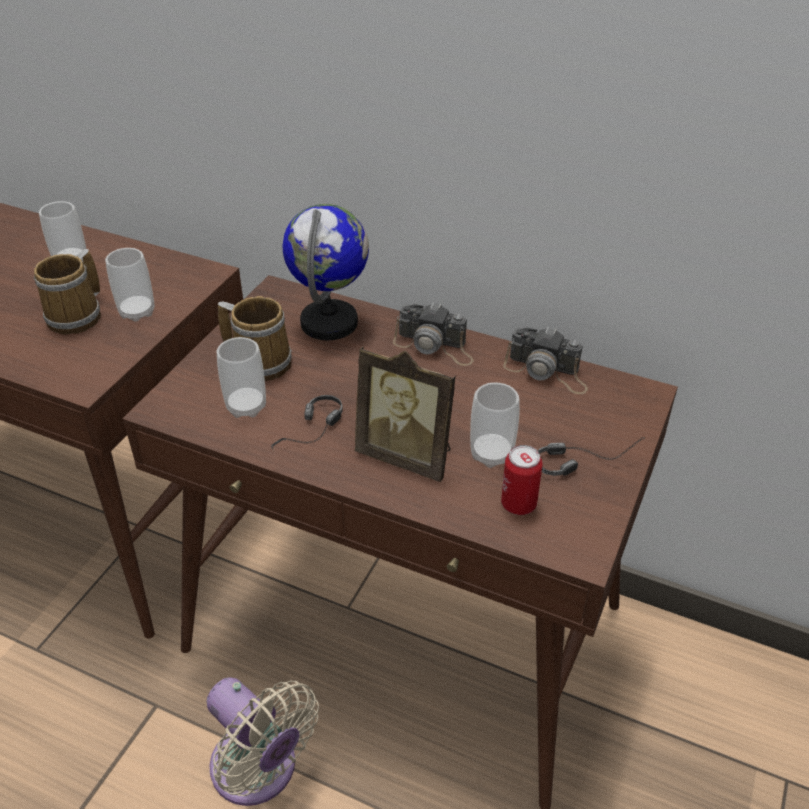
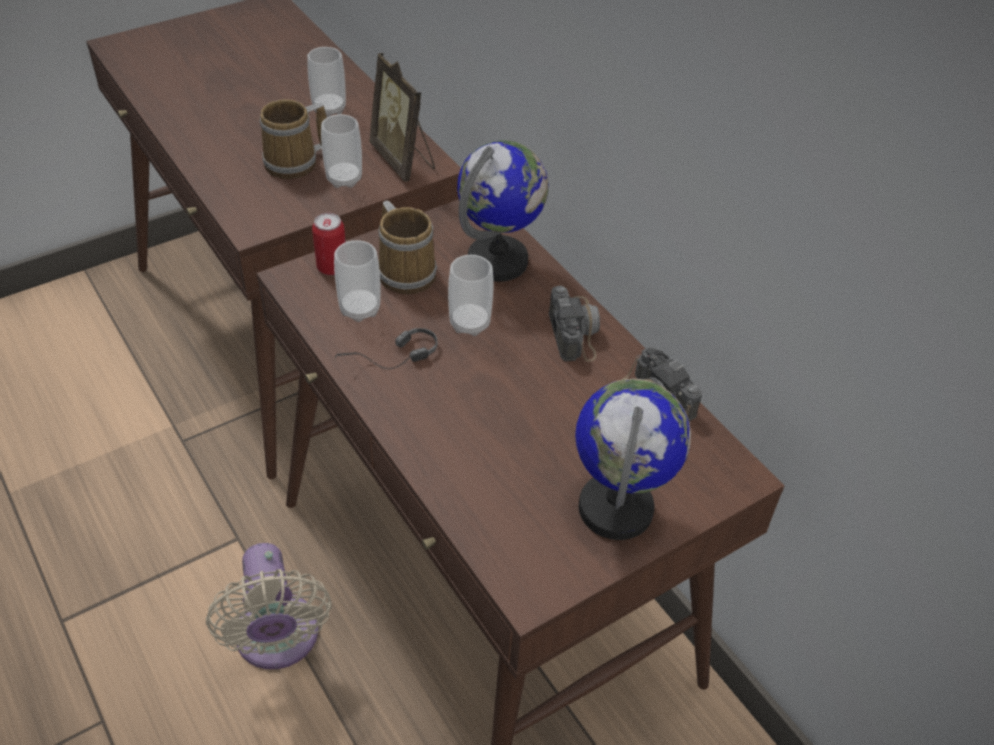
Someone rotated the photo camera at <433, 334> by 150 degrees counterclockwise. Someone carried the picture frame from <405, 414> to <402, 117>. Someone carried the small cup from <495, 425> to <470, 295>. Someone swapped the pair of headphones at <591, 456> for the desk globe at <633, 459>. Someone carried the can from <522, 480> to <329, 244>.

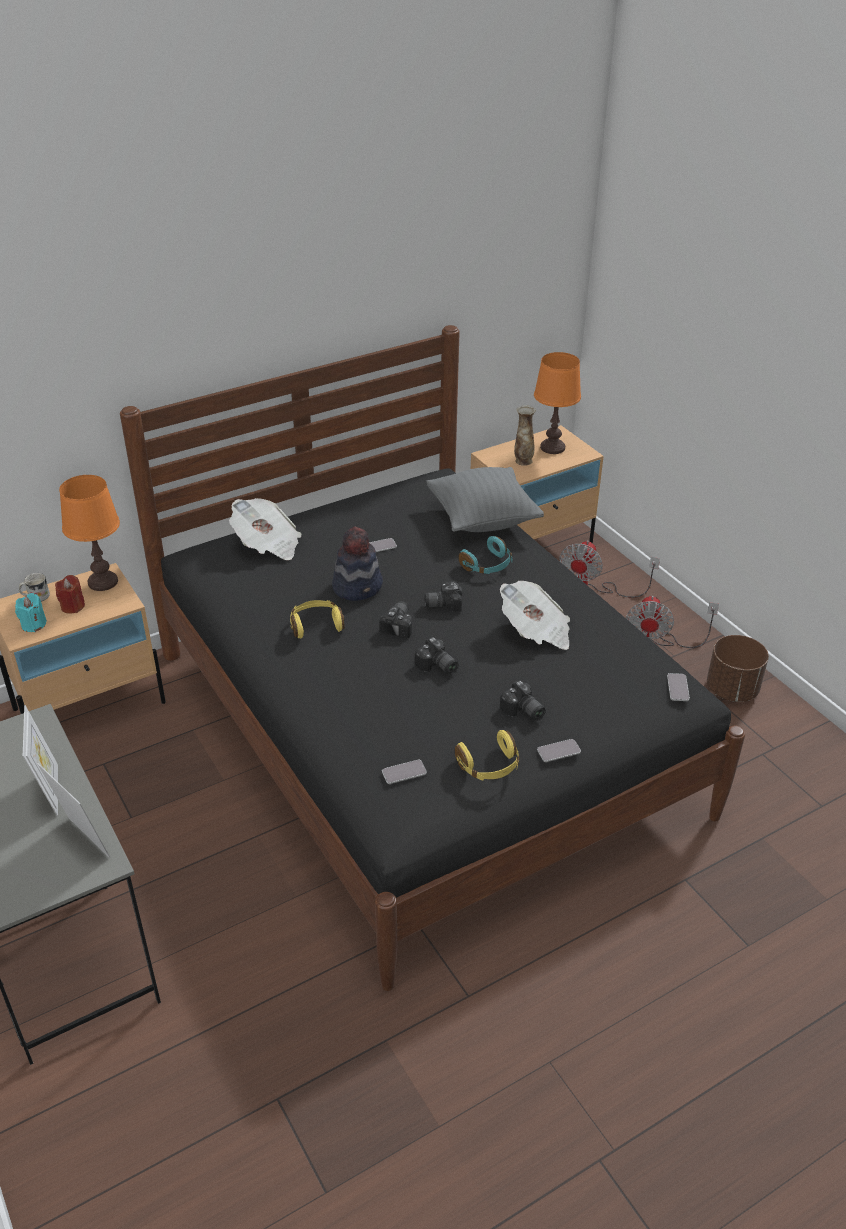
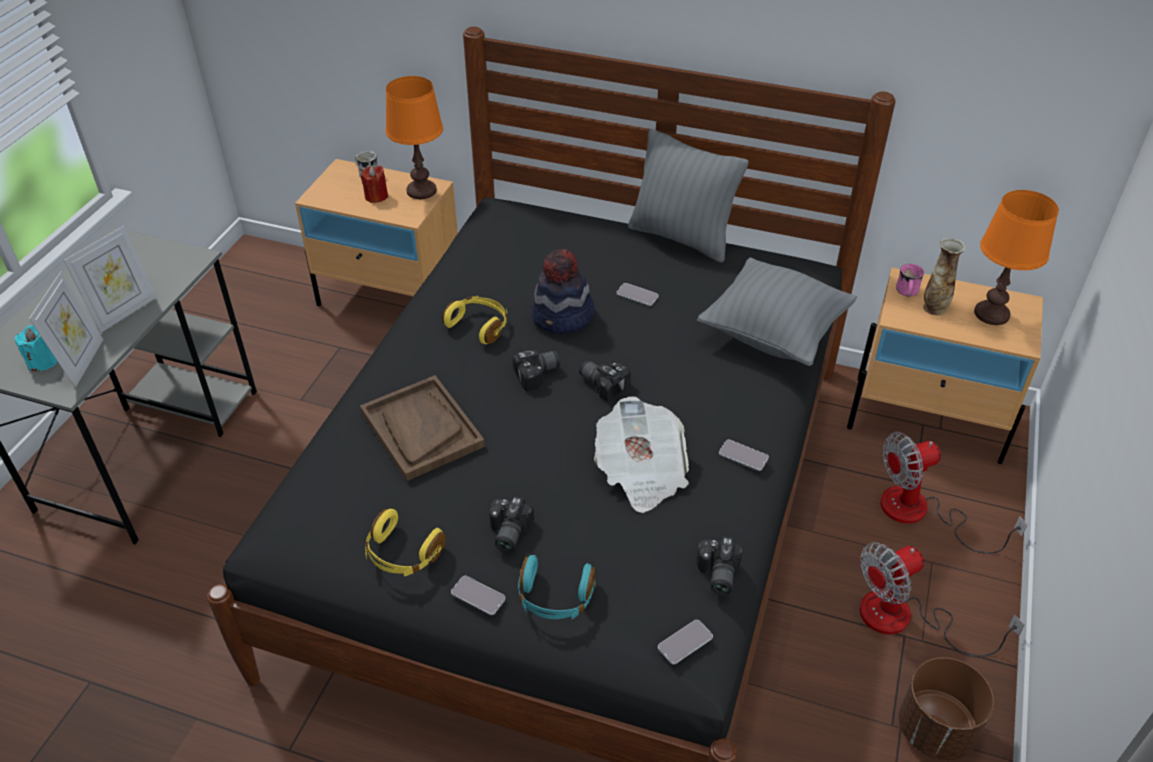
Someone took away the newspaper at <265, 529>. Someone carried the pair of headphones/turquoise-coloured from <485, 555> to <557, 587>. Someone carried the wax candle/turquoise-coloured from <31, 612> to <36, 348>. Someone carried the photo camera from <436, 655> to <720, 565>. Someone carried the handset from <404, 772> to <744, 455>. Someone put down the pillow/greyish at <688, 195>. Someone put down the coffee mug/pink-coloured at <910, 280>. Someone put down the carrying tray/brown-coloured at <422, 428>.

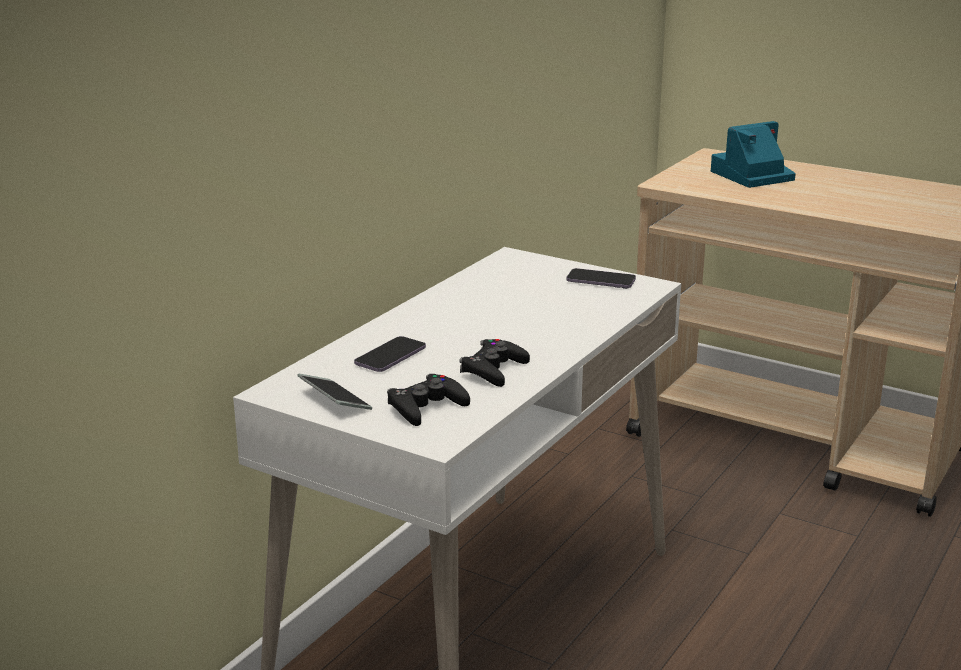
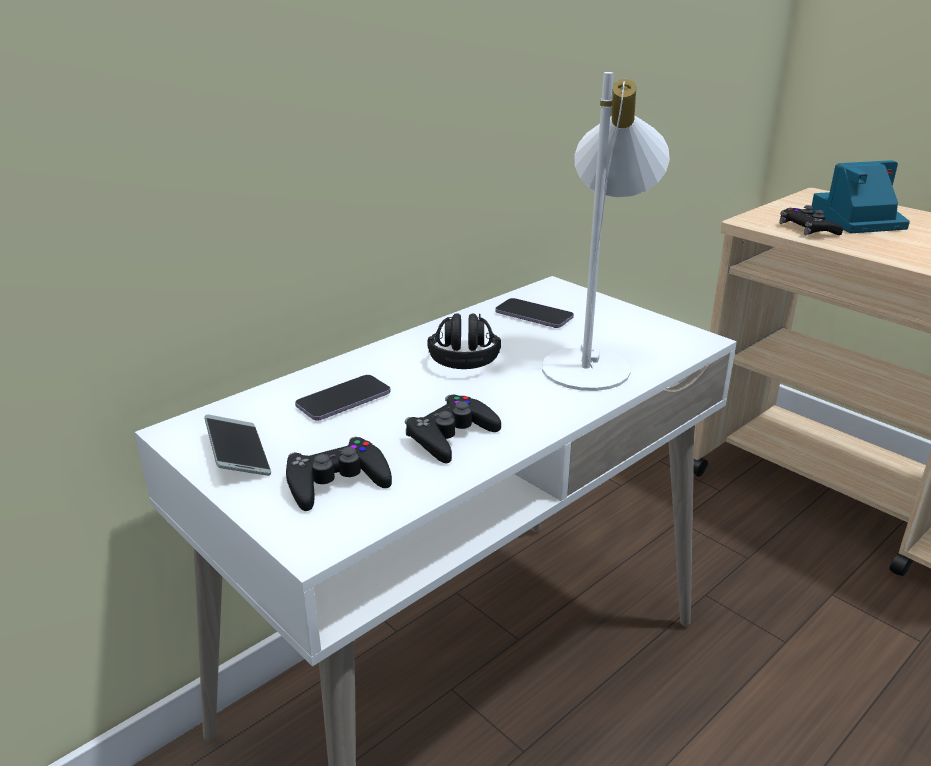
Someone carried the handset from <601, 278> to <534, 313>. Someone put down the table lamp/whitish at <606, 231>. Someone put down the gamepad/blackish at <811, 220>. Someone put down the pair of headphones/blackish at <464, 341>.

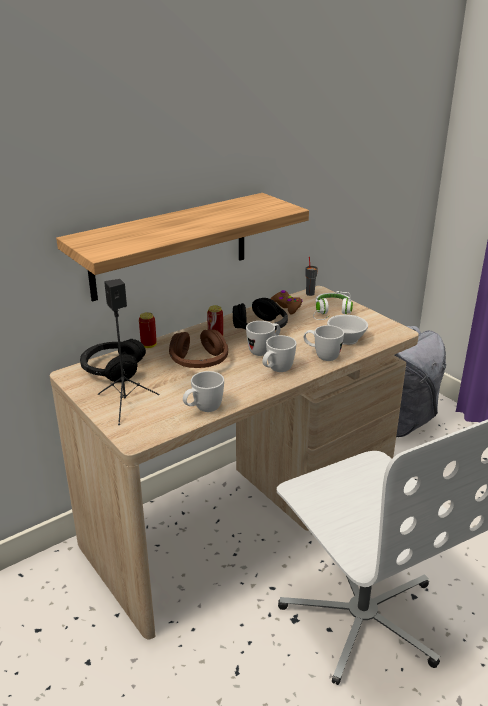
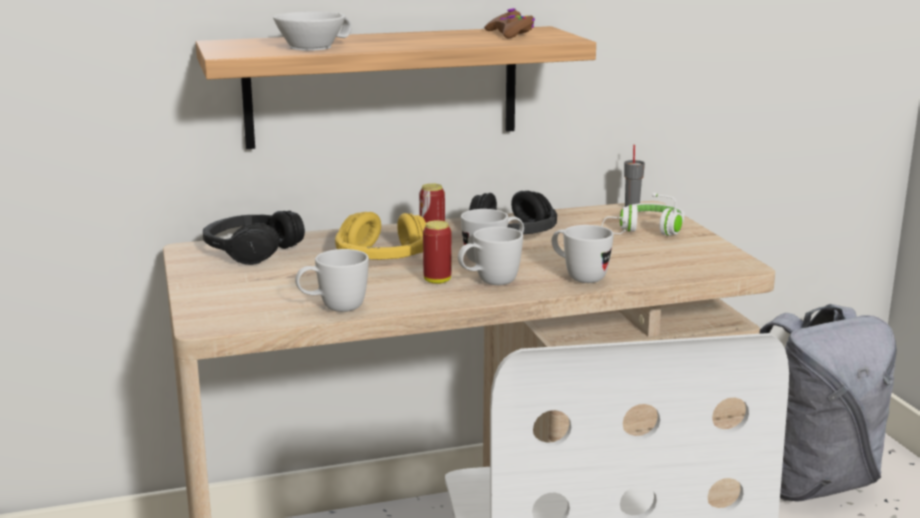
Someone took away the loudspeaker/blackish at <128, 352>. Someone carried the gamepad/brown-coloured from <286, 302> to <509, 23>. Someone carried the can from <148, 330> to <437, 252>. Someone carried the small cup/whitish from <347, 330> to <312, 31>. Someone repainted the pair of headphones/brown-coloured at <198, 348>, which became the pair of headphones/yellow-coloured at <380, 236>.

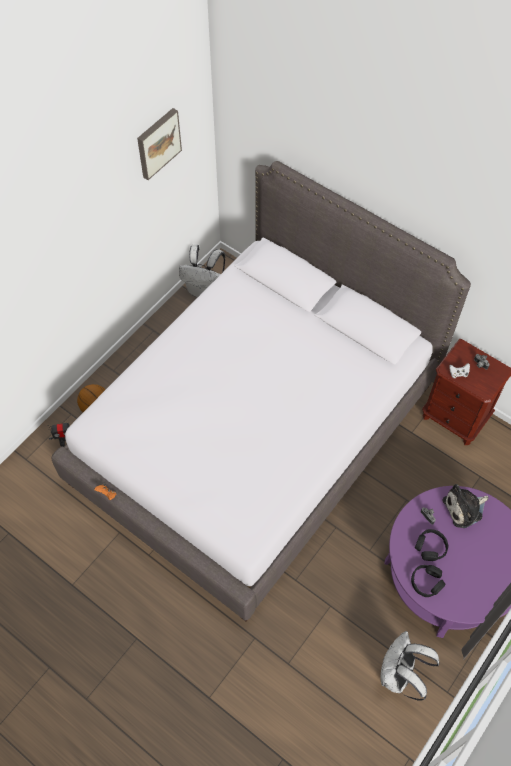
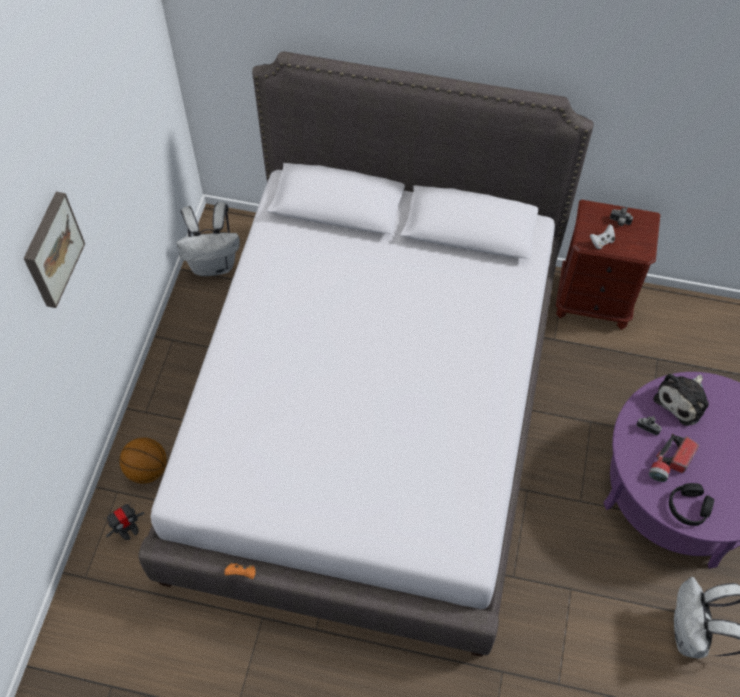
Someone carried the wall art from <159, 144> to <54, 250>. Someone swapped the pair of headphones/blackish at <431, 545> for the flashlight at <674, 457>.

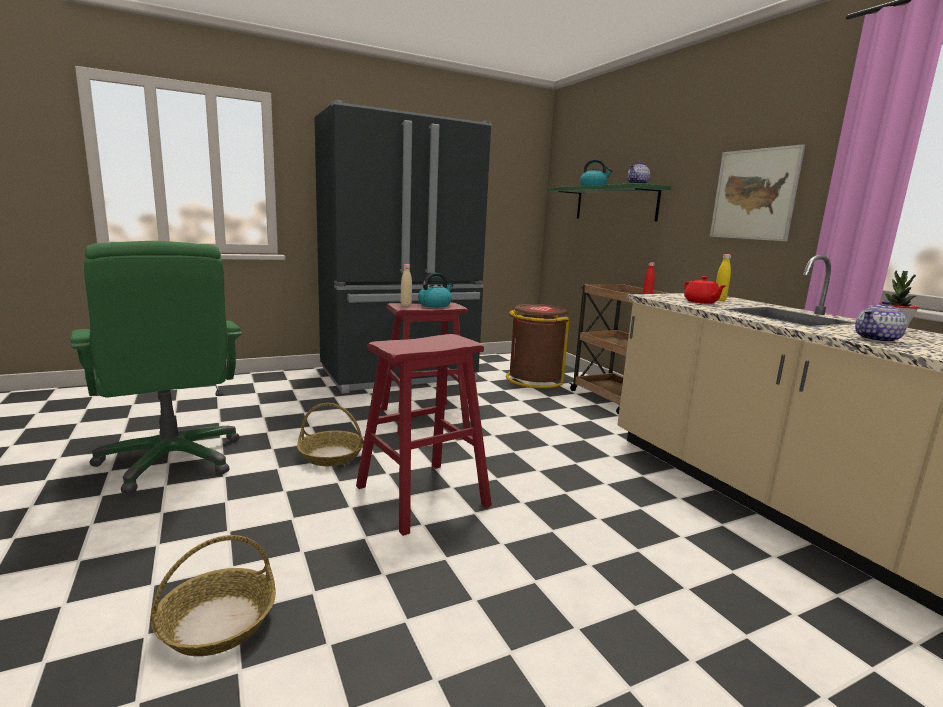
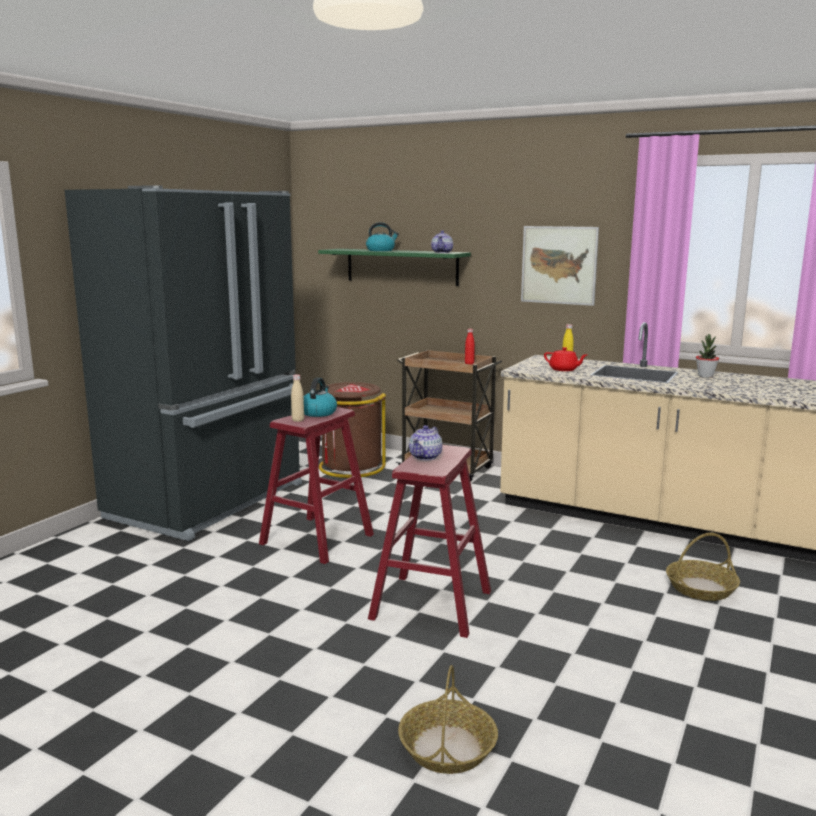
Someone took away the computer chair/greenish at <156, 367>. Someone carried the tea pot from <881, 321> to <425, 442>. Someone carried the household basket from <330, 434> to <703, 567>.

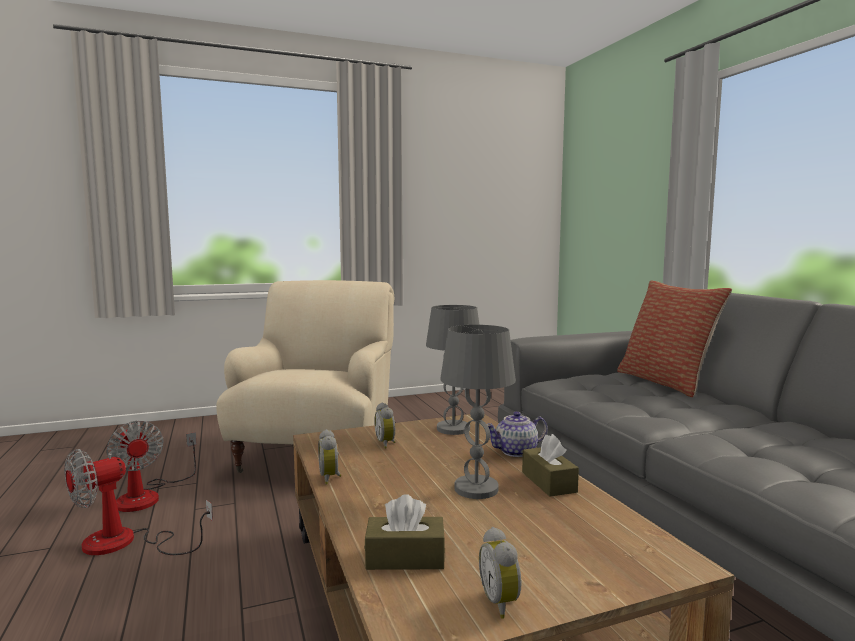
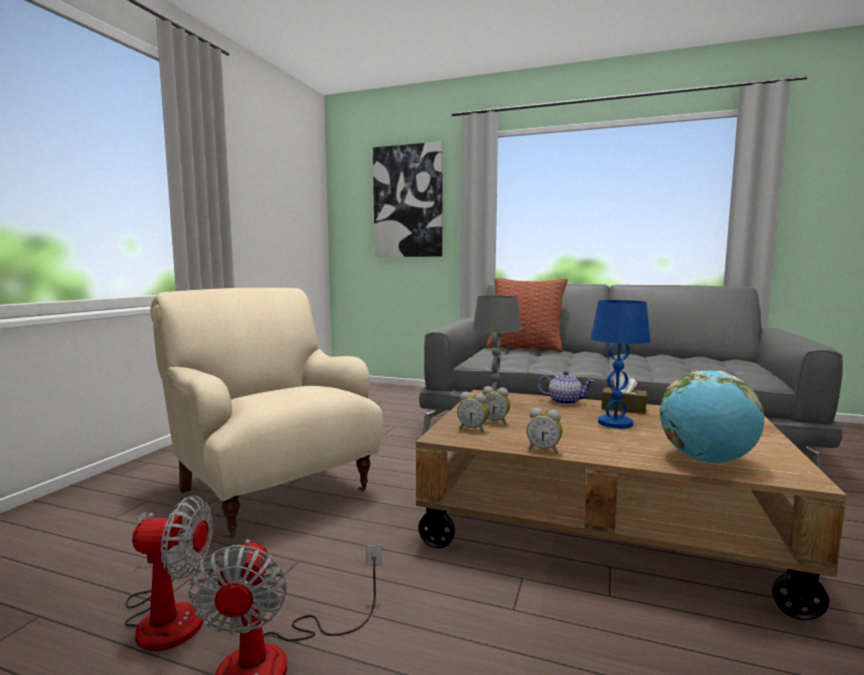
Someone repainted the table lamp/greyish at <478, 412>, which became the table lamp/bluish at <620, 364>. Someone rotated the tea pot at <517, 434> by 90 degrees counterclockwise. Someone swapped the box of tissues/brown-coloured at <404, 532> for the desk globe at <712, 416>. Someone carried the table clock from <500, 573> to <473, 412>. Someone put up the wall art at <408, 199>.

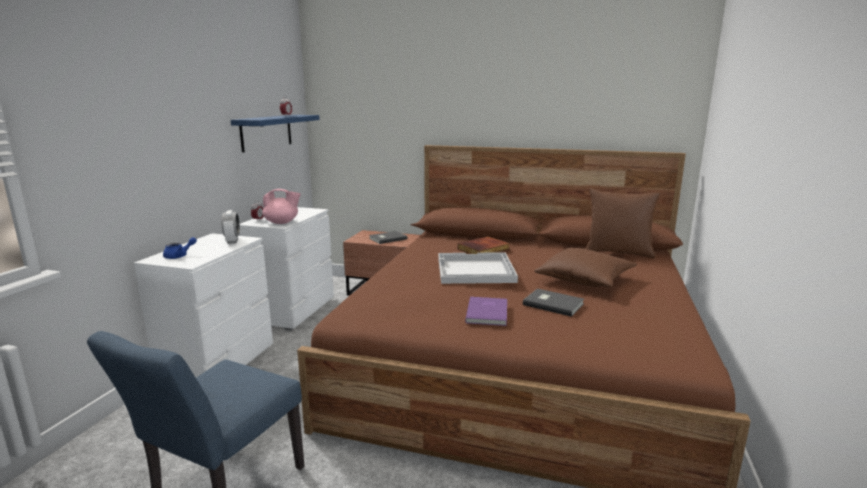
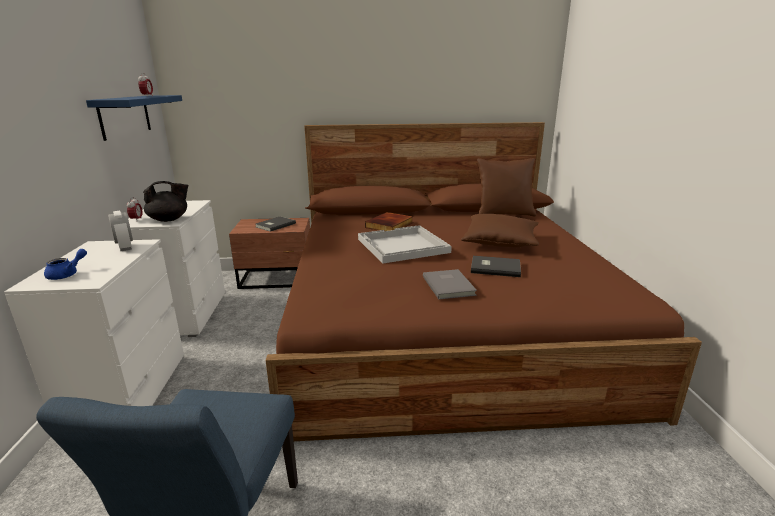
Someone repainted the tea pot/pink-coloured at <281, 206>, which became the tea pot/blackish at <165, 201>. Someone repainted the bound book/purple-coloured at <486, 311>, which became the bound book/greyish at <450, 284>.

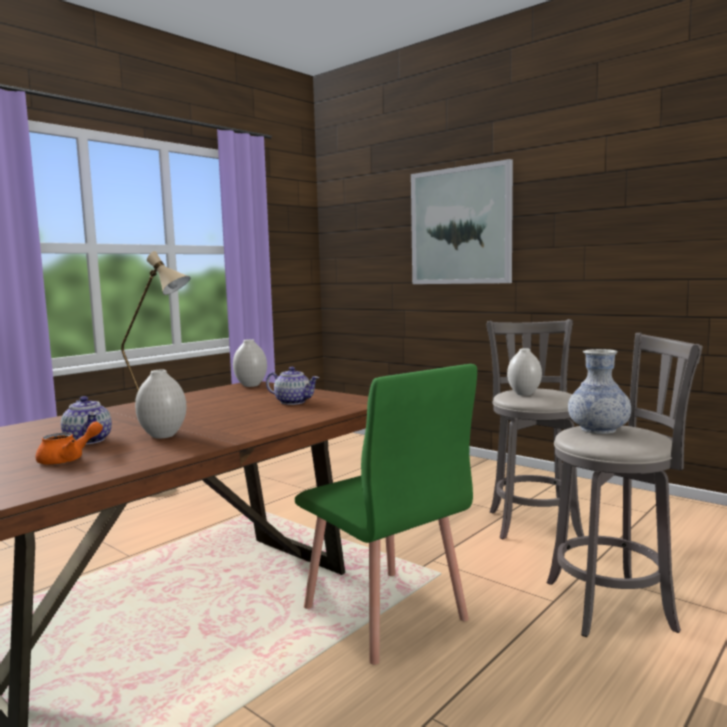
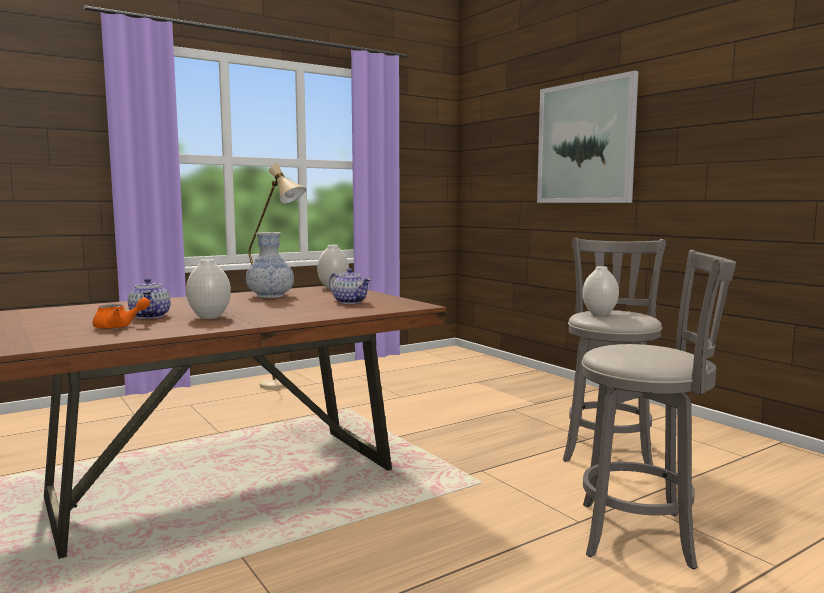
Someone carried the flower vase from <599, 391> to <270, 265>. Someone took away the plain chair/greenish at <386, 514>.

